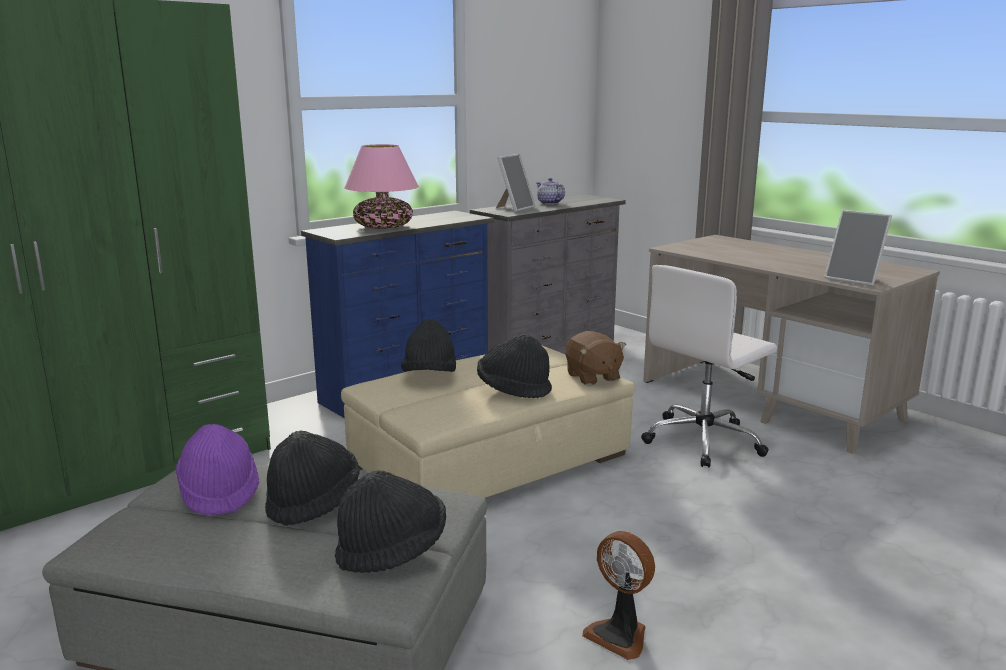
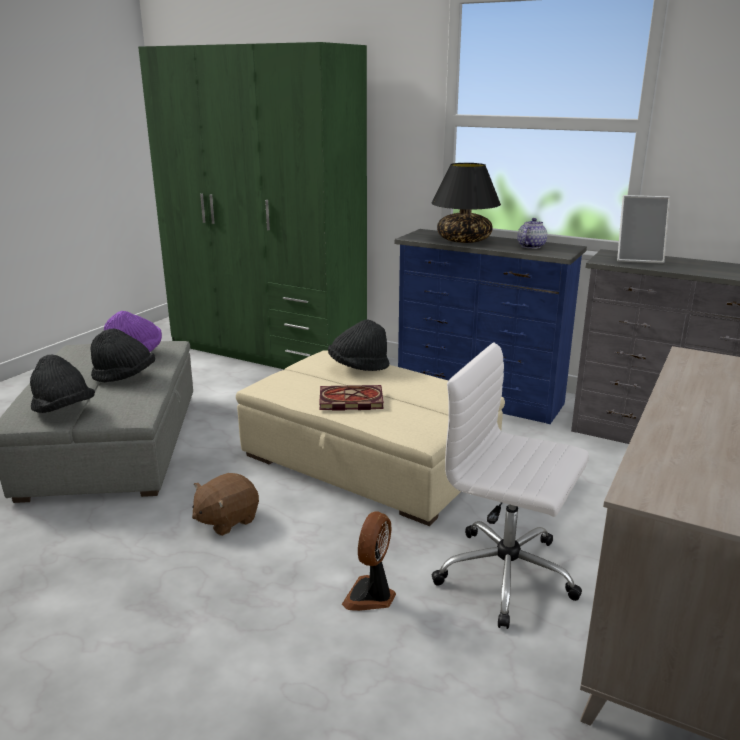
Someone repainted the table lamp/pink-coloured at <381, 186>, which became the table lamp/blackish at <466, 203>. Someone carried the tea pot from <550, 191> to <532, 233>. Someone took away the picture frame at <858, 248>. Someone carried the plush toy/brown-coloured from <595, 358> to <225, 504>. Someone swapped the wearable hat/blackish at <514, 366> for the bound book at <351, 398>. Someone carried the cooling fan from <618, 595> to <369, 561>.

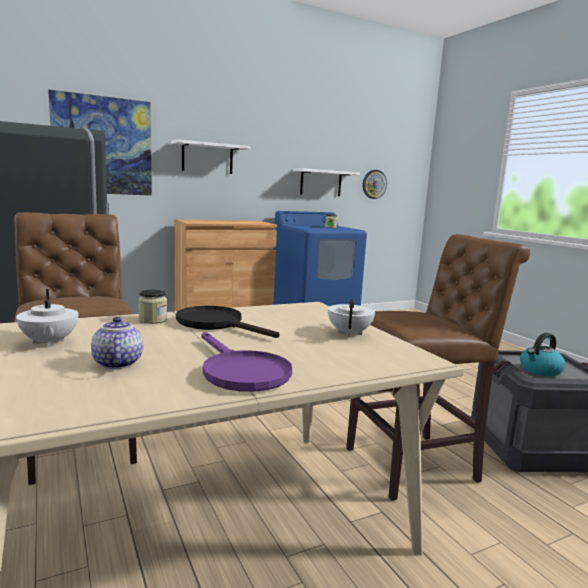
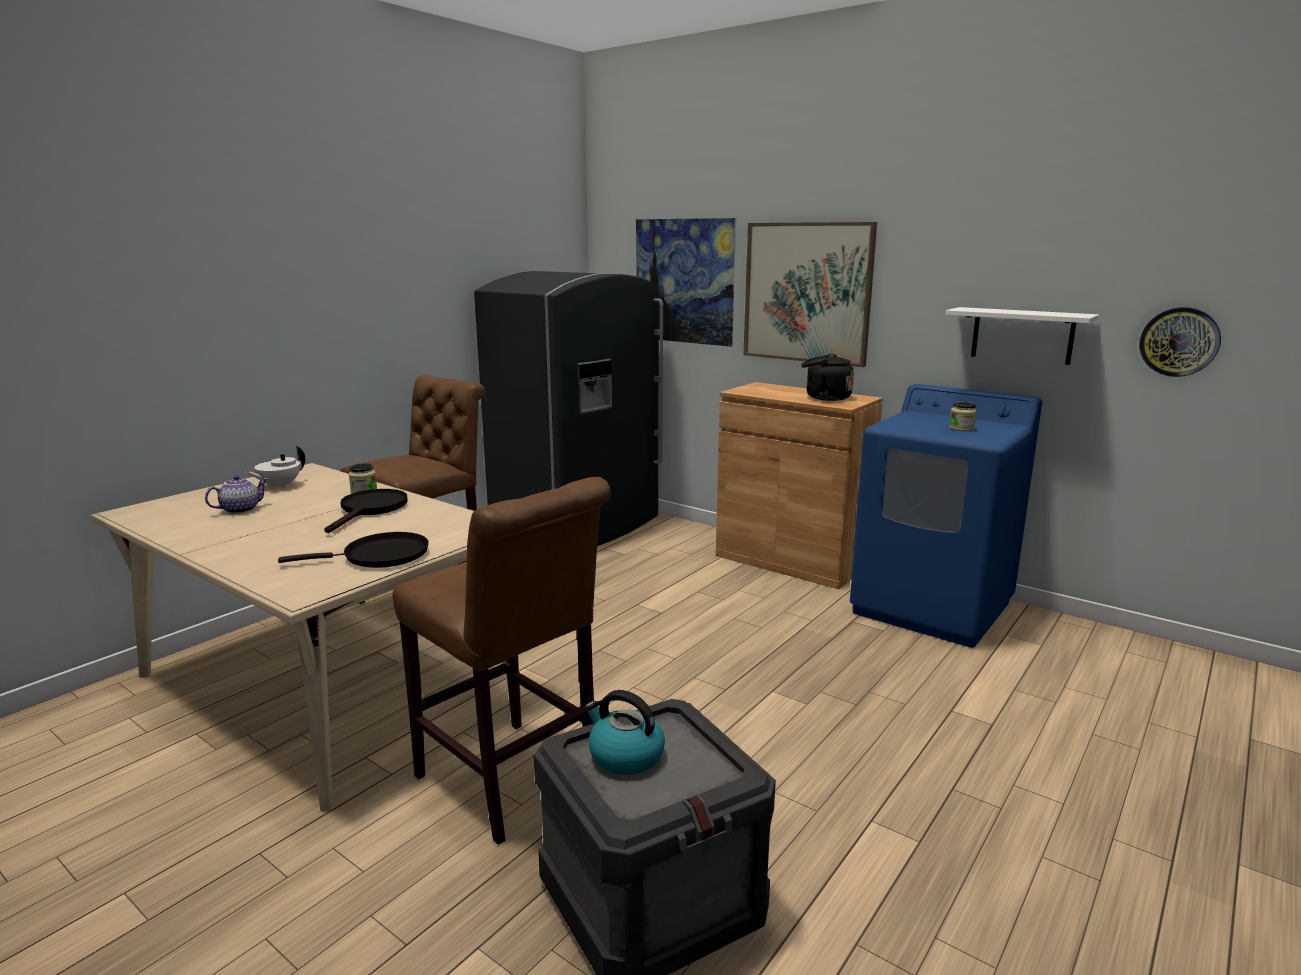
Someone swapped the shelf/whitish at <210, 156> for the wall art at <810, 294>. Someone swapped the tea pot/whitish at <351, 318> for the pan/blackish at <353, 550>. Someone took away the pan/purple-coloured at <247, 362>. Someone put down the water kettle/blackish at <827, 377>.

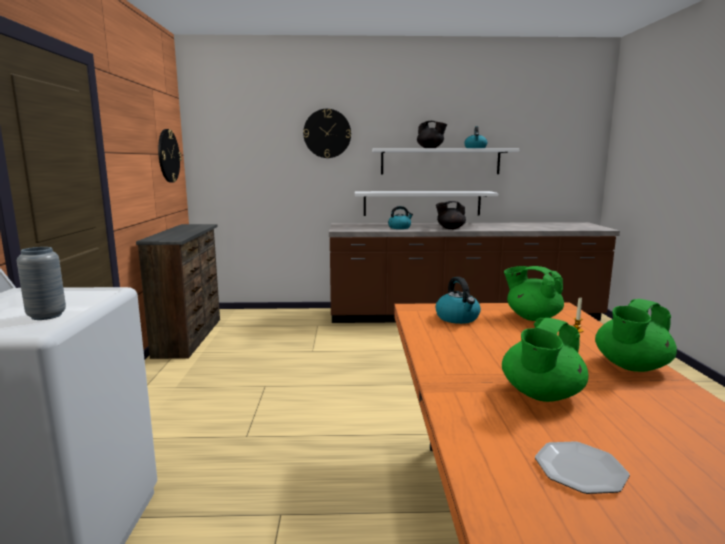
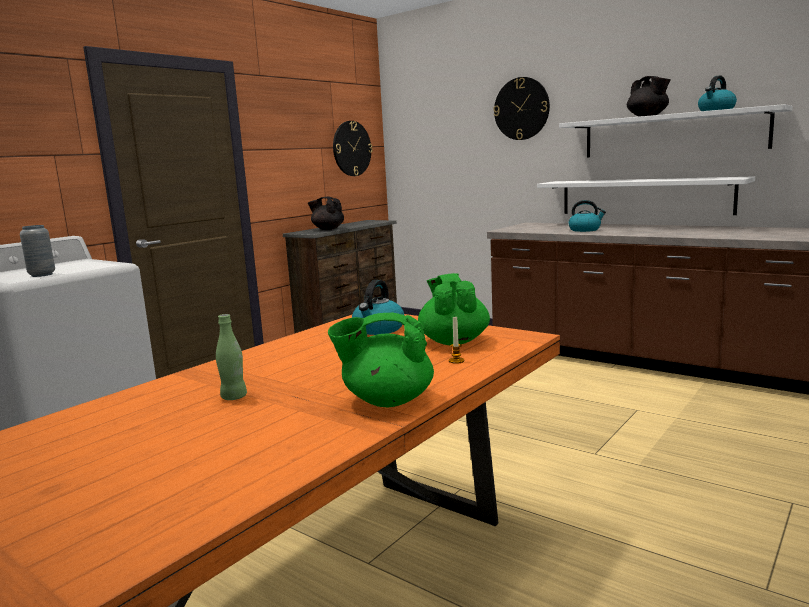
Someone carried the tea pot/blackish from <451, 215> to <326, 213>. Someone swapped the tea pot/greenish at <545, 360> for the beverage bottle/greenish at <231, 357>. Someone took away the plate at <582, 467>.

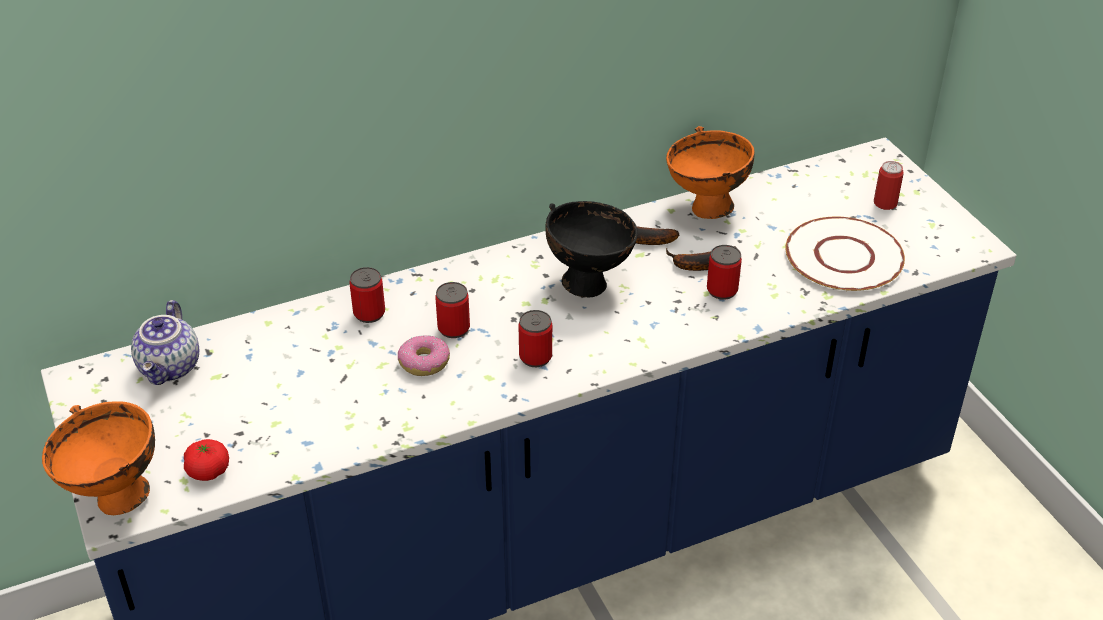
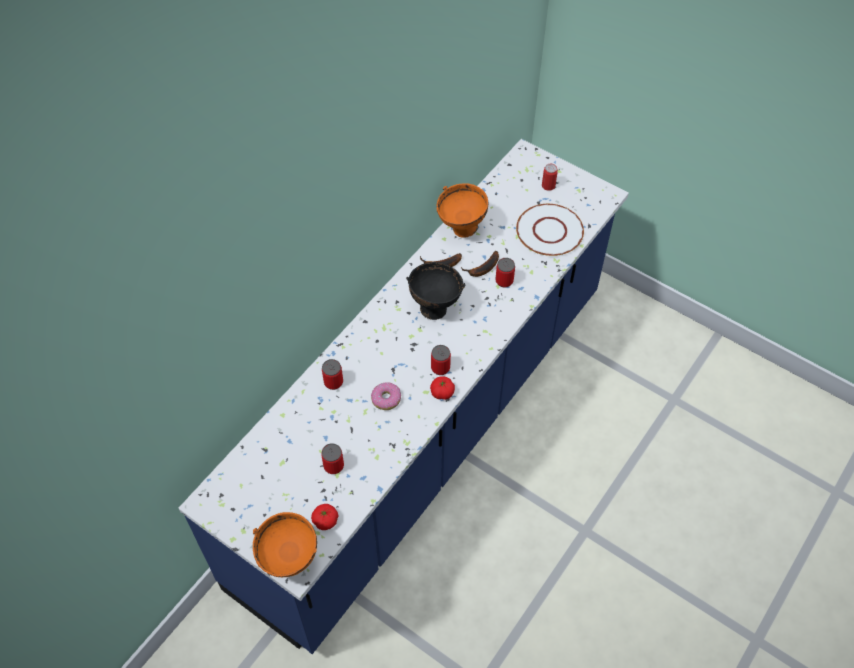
Someone carried the can from <453, 310> to <332, 458>. Someone took away the tea pot at <165, 342>. Someone put down the whole tomato at <442, 388>.

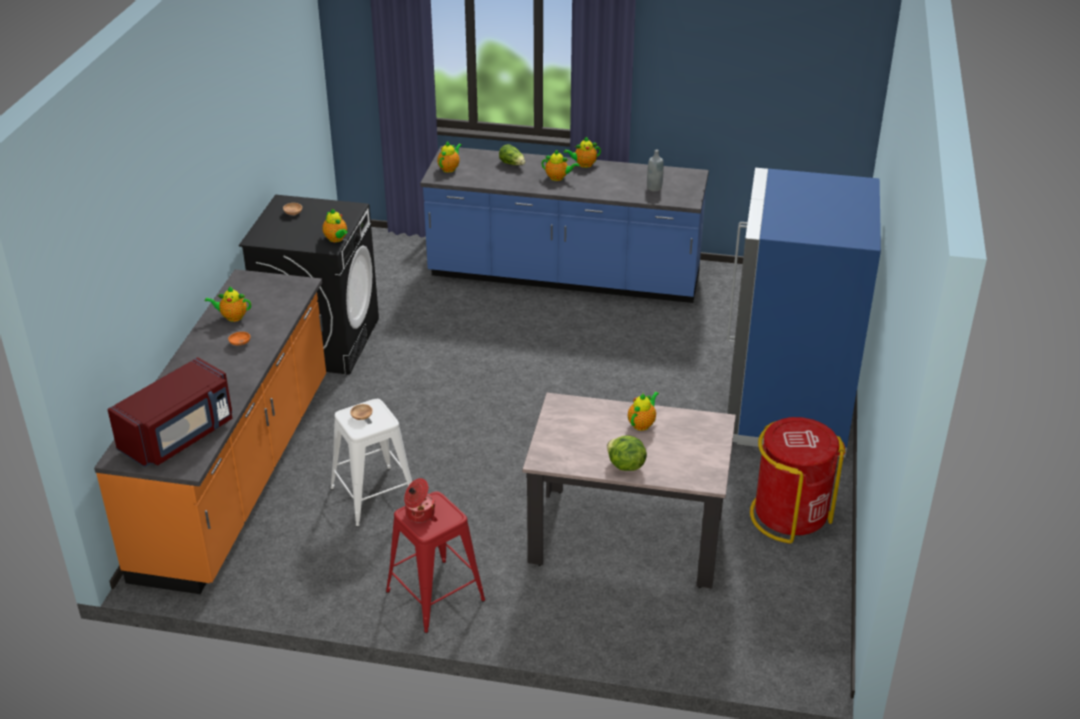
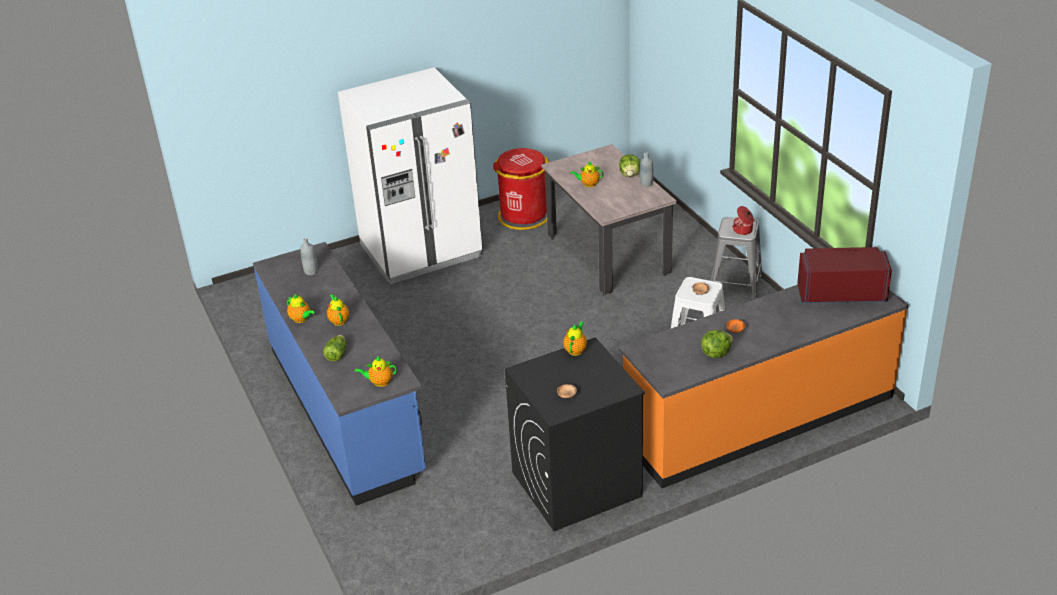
Someone repainted the refrigerator/bluish at <804, 312>, which became the refrigerator/whitish at <410, 175>. Someone swapped the tea pot at <228, 304> for the head of lettuce at <717, 344>. Someone repainted the stool/red-coloured at <435, 562>, which became the stool/greyish at <736, 258>. Someone put down the beverage bottle/greyish at <646, 169>.

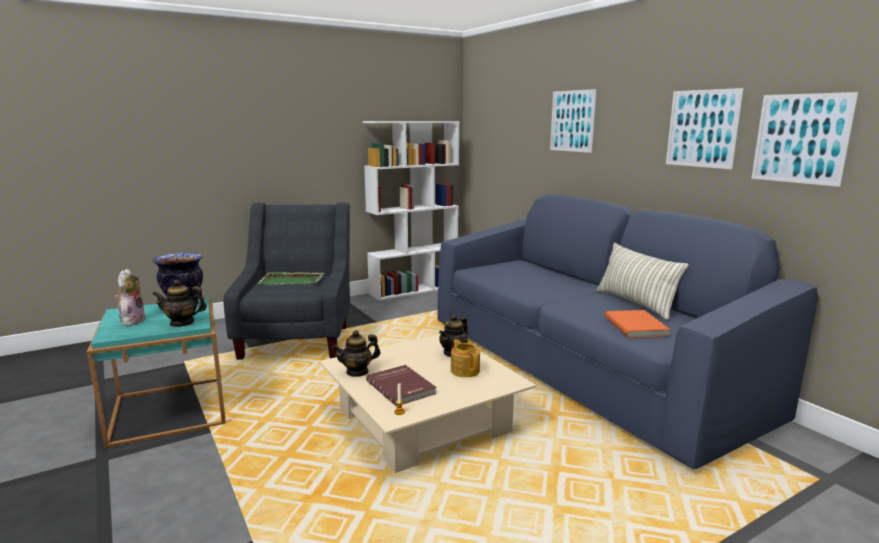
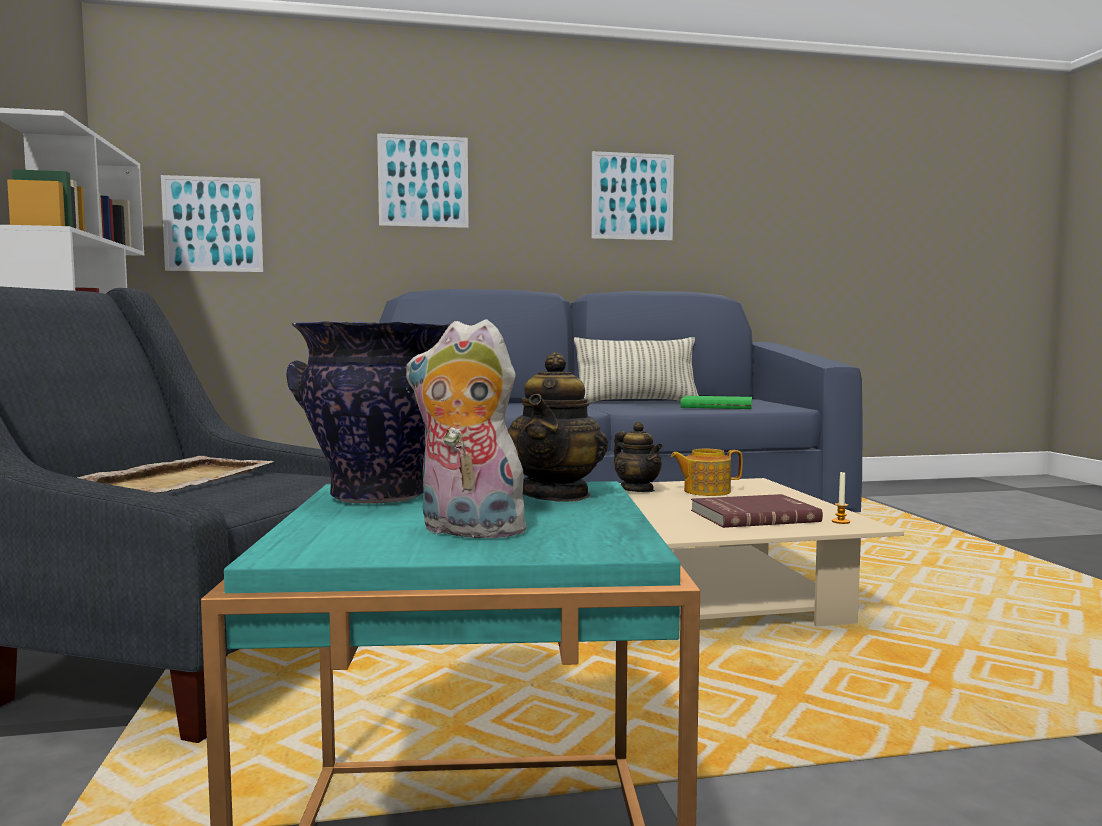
Someone carried the wall art from <805, 139> to <212, 223>. Someone repainted the carrying tray/greenish at <290, 278>, which became the carrying tray/beige-coloured at <175, 474>. Someone repainted the bound book/orange-coloured at <638, 324>, which became the bound book/greenish at <716, 402>. Someone took away the tea pot at <356, 353>.

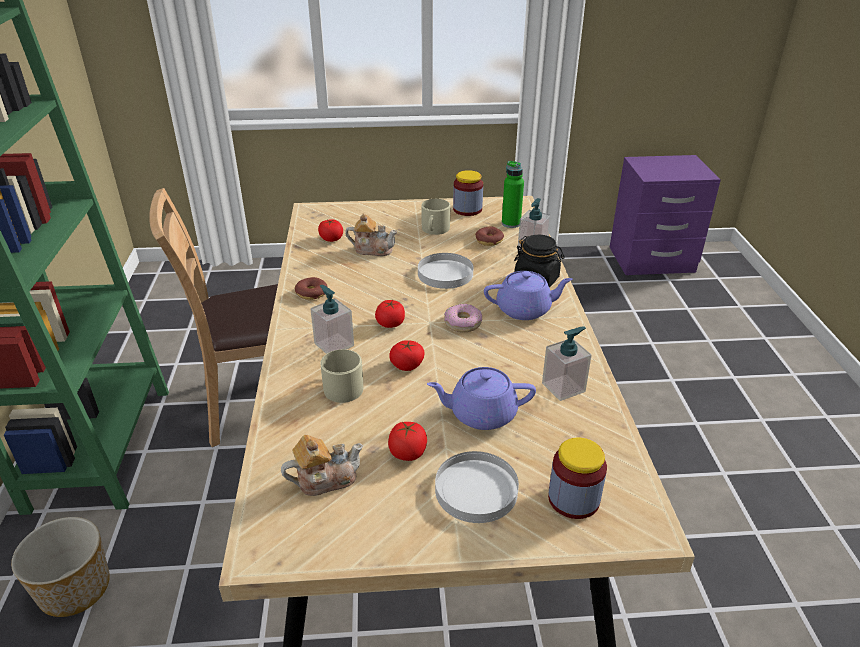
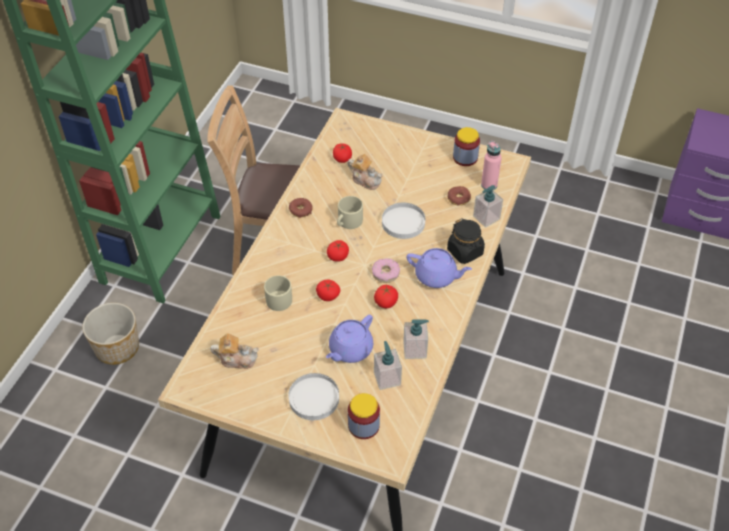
Someone repainted the beverage bottle/greenish at <513, 194>, which became the beverage bottle/pink-coloured at <491, 165>. Someone carried the coffee mug/beige-coloured from <435, 217> to <350, 212>. Someone carried the soap bottle from <332, 319> to <388, 365>. Someone rotated the tea pot/purple-coloured at <481, 398> by 75 degrees counterclockwise. Someone carried the whole tomato from <407, 441> to <386, 296>.

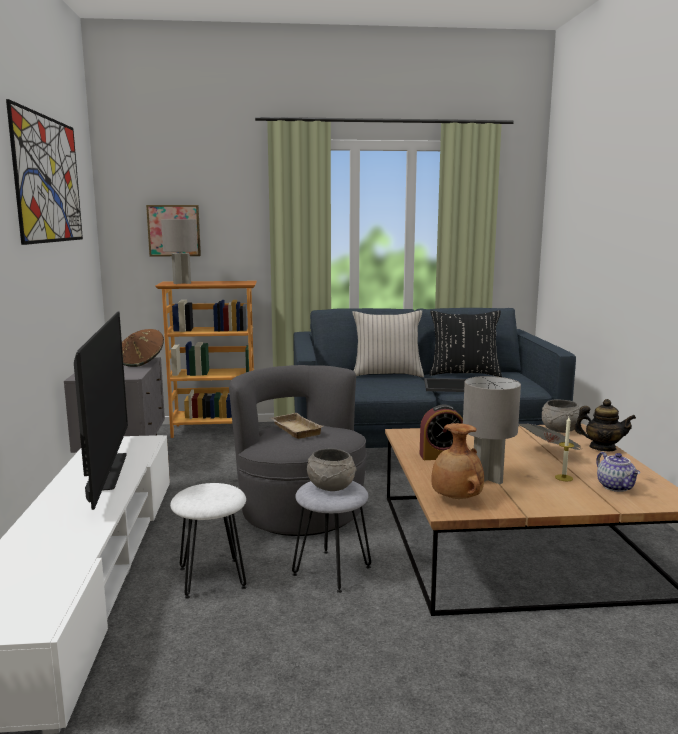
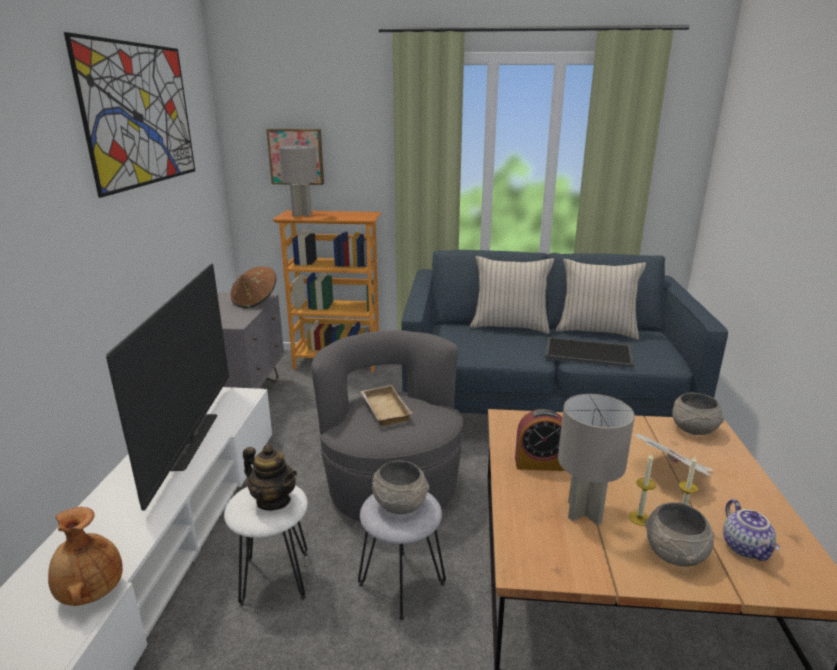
Someone repainted the pillow/blackish at <465, 343>, which became the pillow/beige-coloured at <601, 299>. Someone carried the tea pot from <605, 425> to <270, 478>. Someone carried the flower vase/brown-coloured from <457, 461> to <85, 556>. Someone put down the wax candle at <642, 490>. Someone put down the bowl/greyish at <680, 534>.

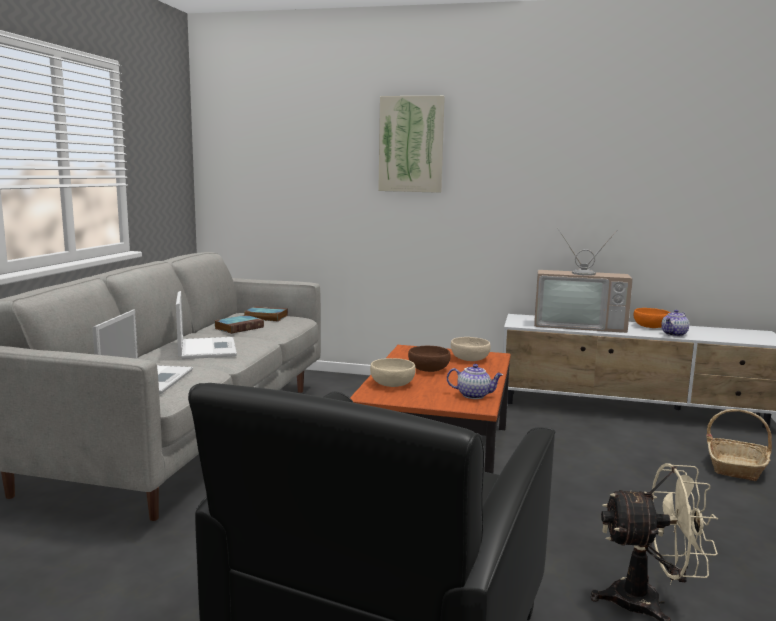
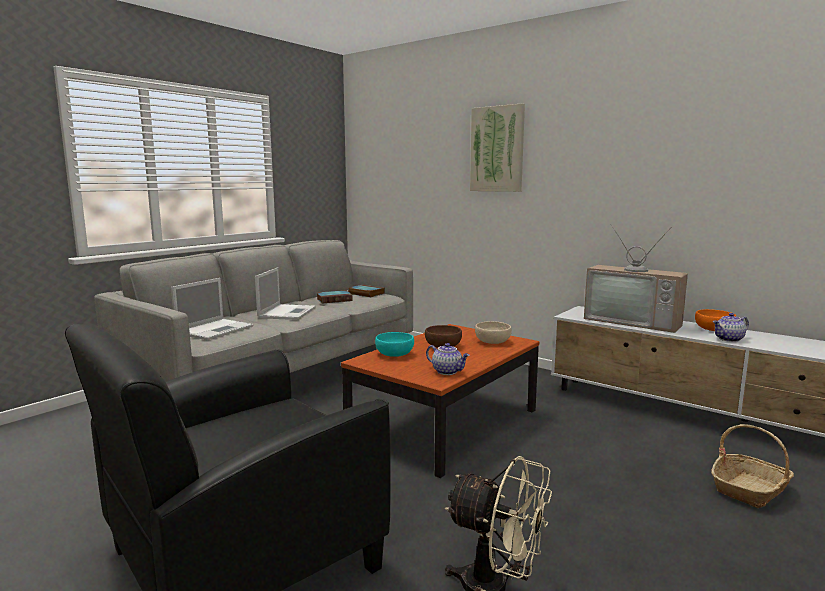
Someone repainted the bowl/beige-coloured at <393, 372>, which became the bowl/turquoise-coloured at <394, 344>.

